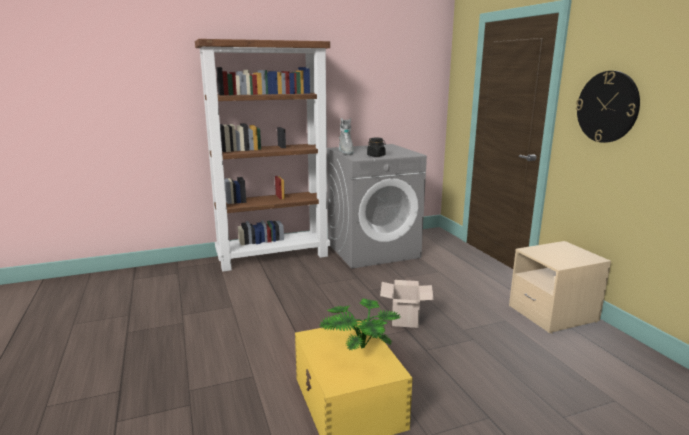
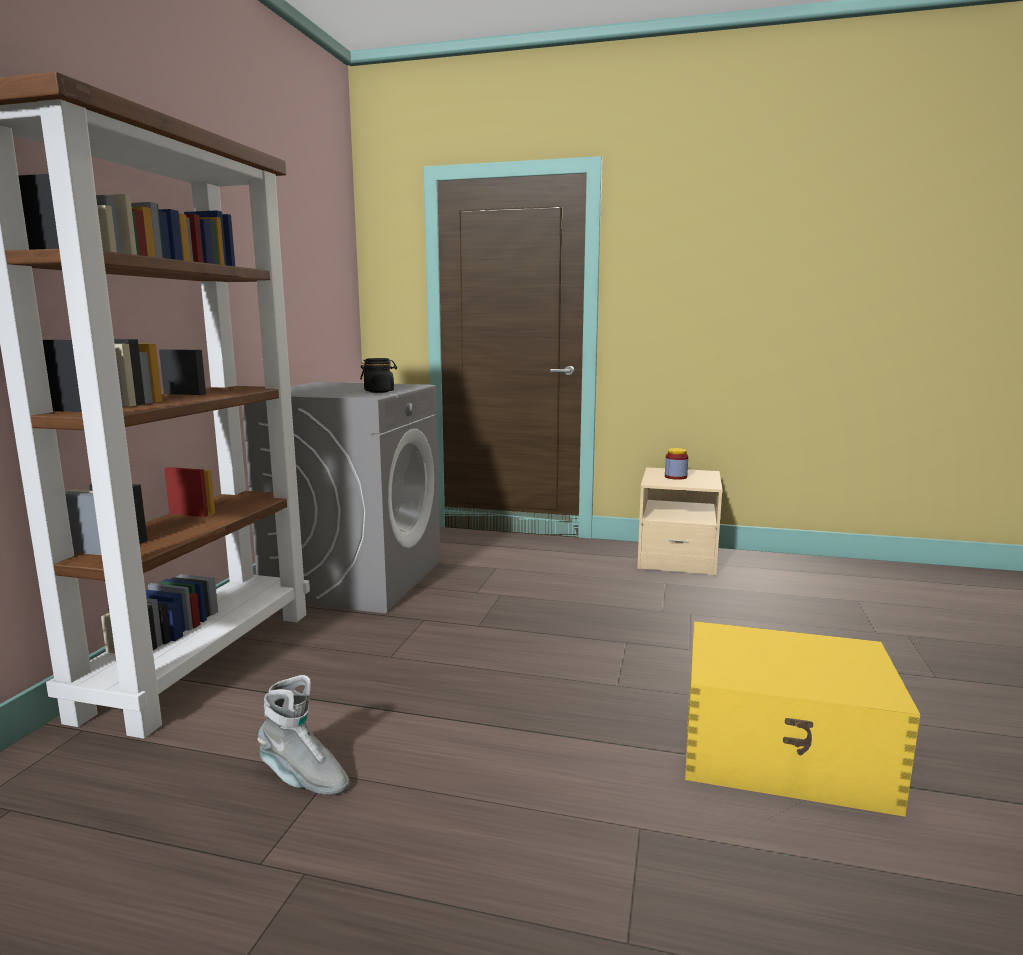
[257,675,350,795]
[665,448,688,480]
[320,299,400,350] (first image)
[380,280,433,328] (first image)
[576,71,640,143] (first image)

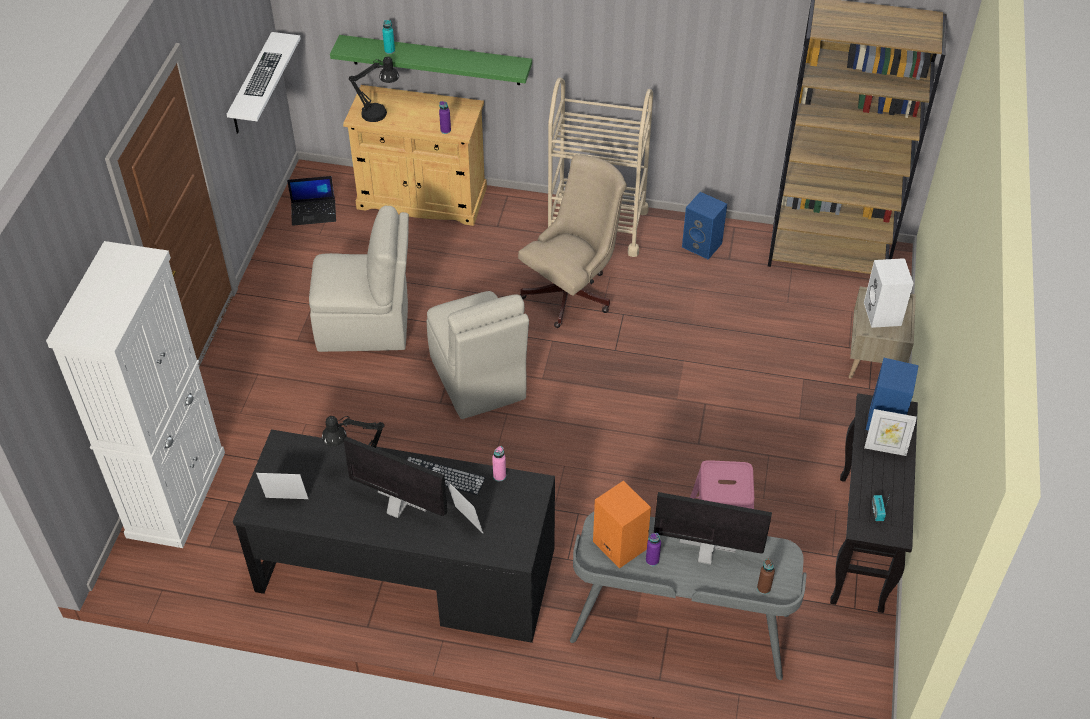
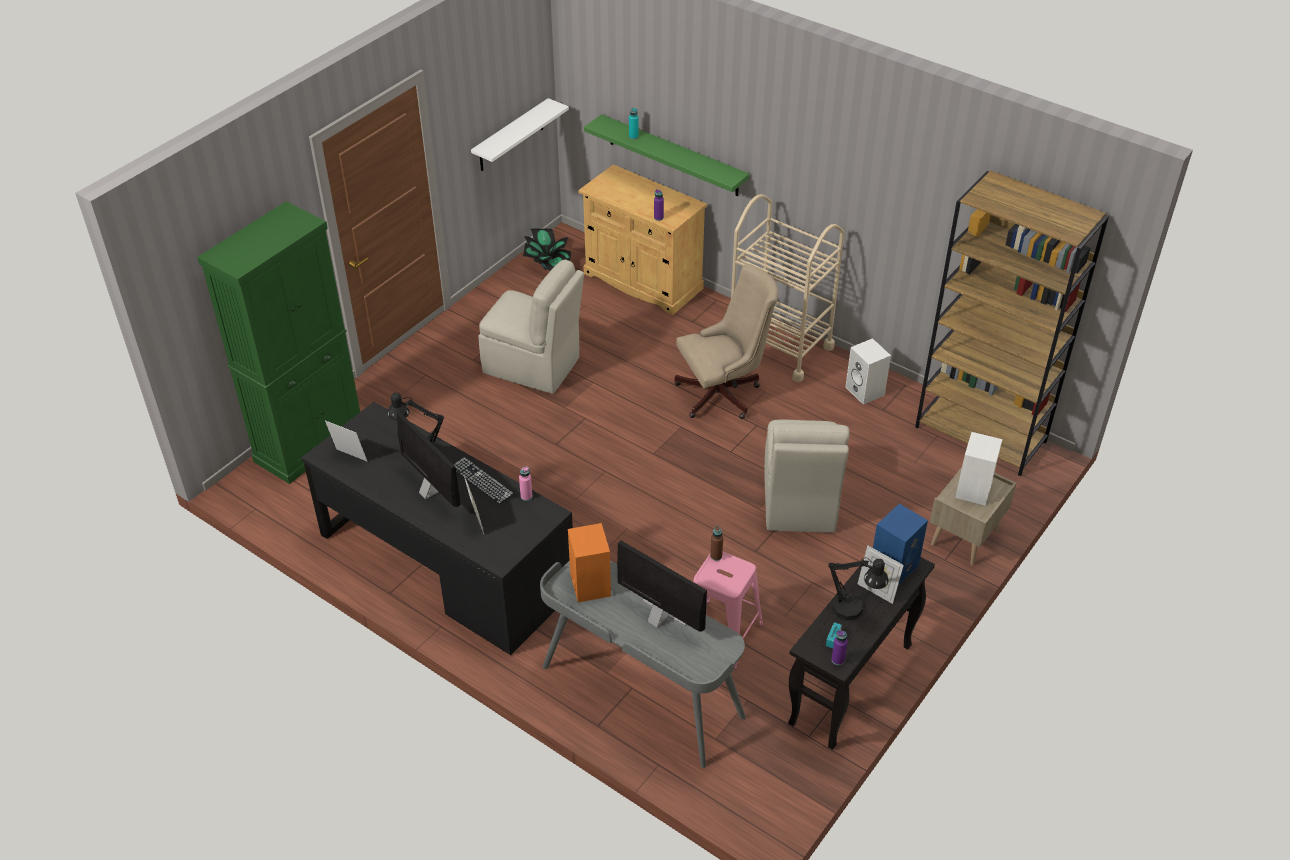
[197,201,360,484]
[523,228,571,271]
[710,526,723,561]
[765,420,850,533]
[828,557,889,620]
[831,630,848,665]
[846,338,891,405]
[244,52,282,97] (first image)

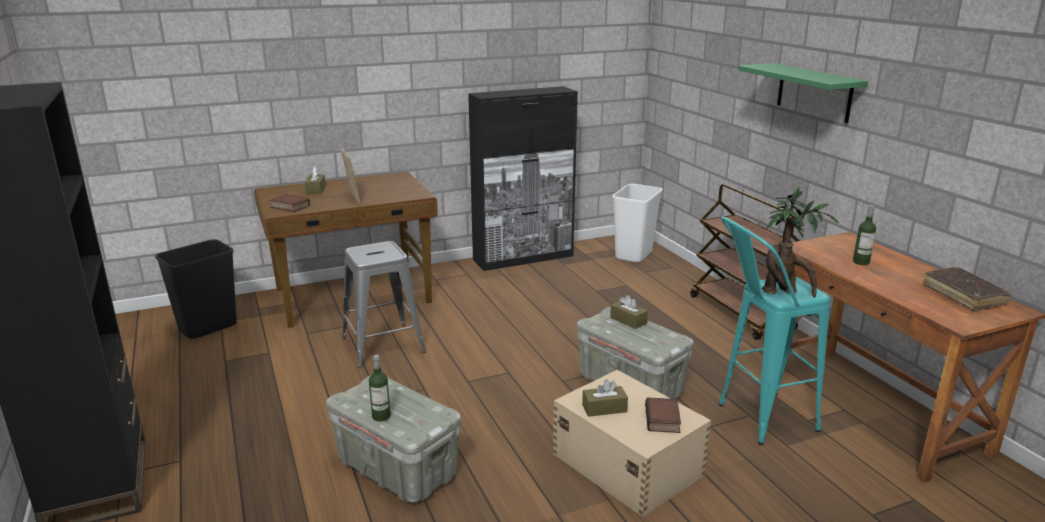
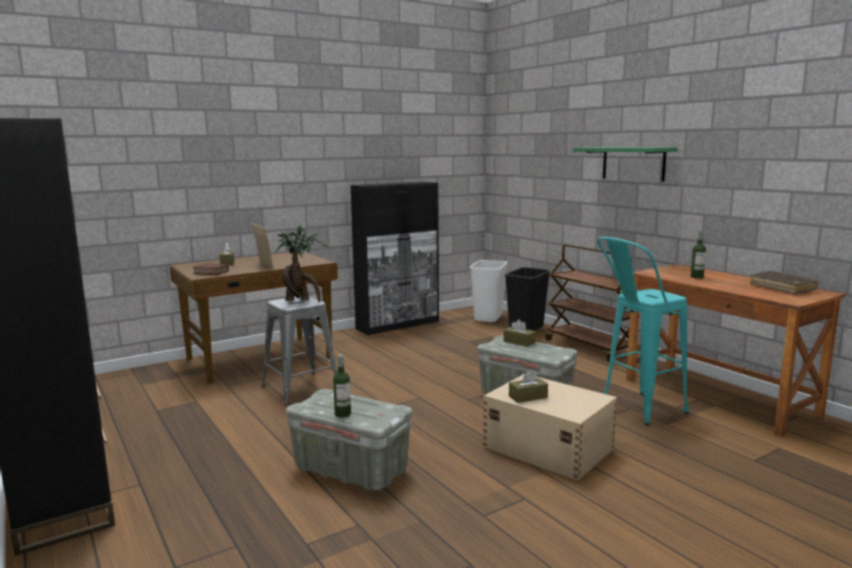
[276,224,327,302]
[505,267,551,331]
[645,397,681,433] (first image)

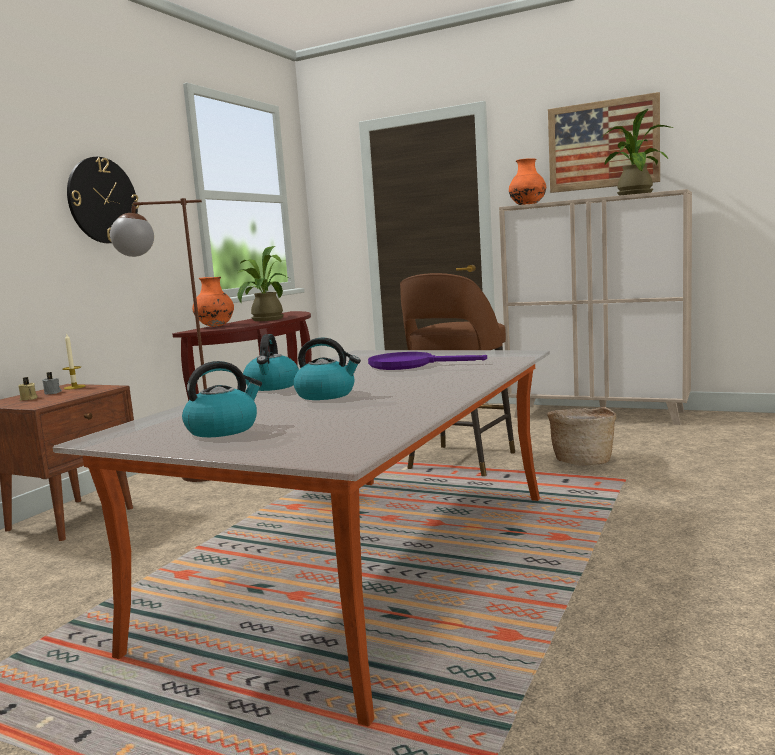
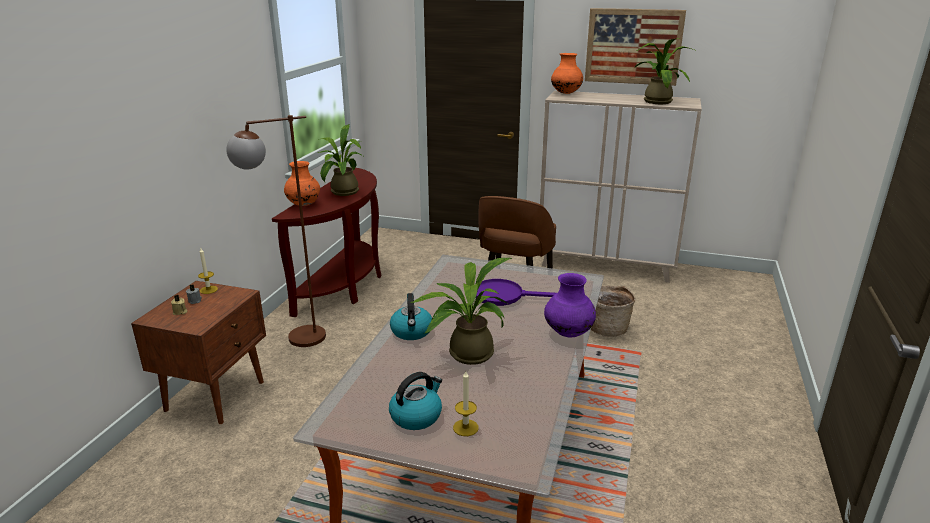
[410,258,512,365]
[453,371,479,436]
[544,273,596,338]
[67,157,139,243] (first image)

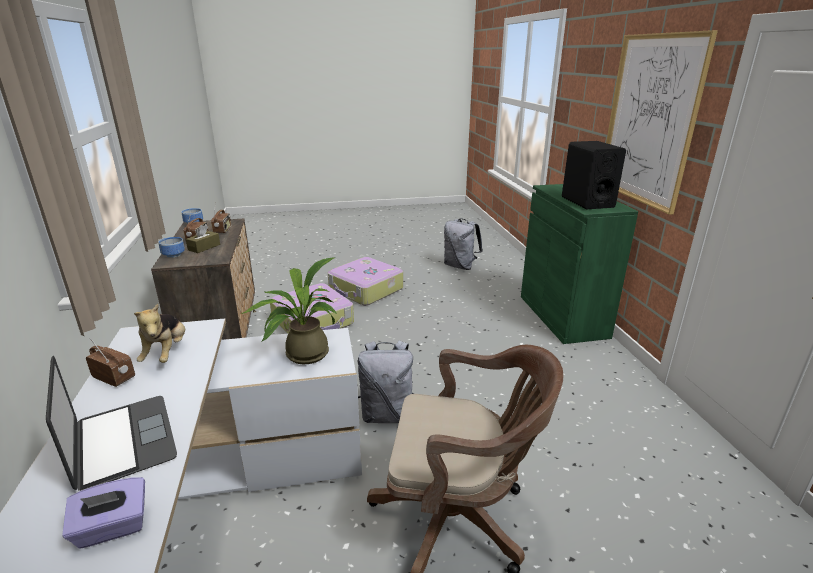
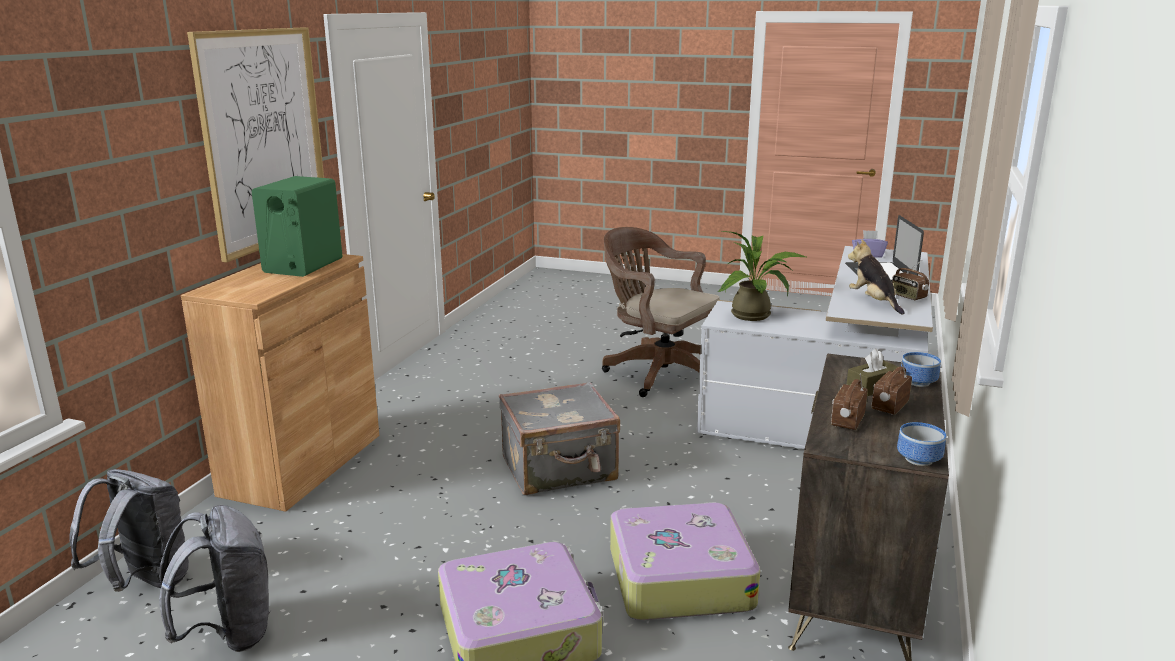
[69,469,189,592]
[181,254,379,512]
[252,176,342,277]
[499,381,620,495]
[848,239,905,315]

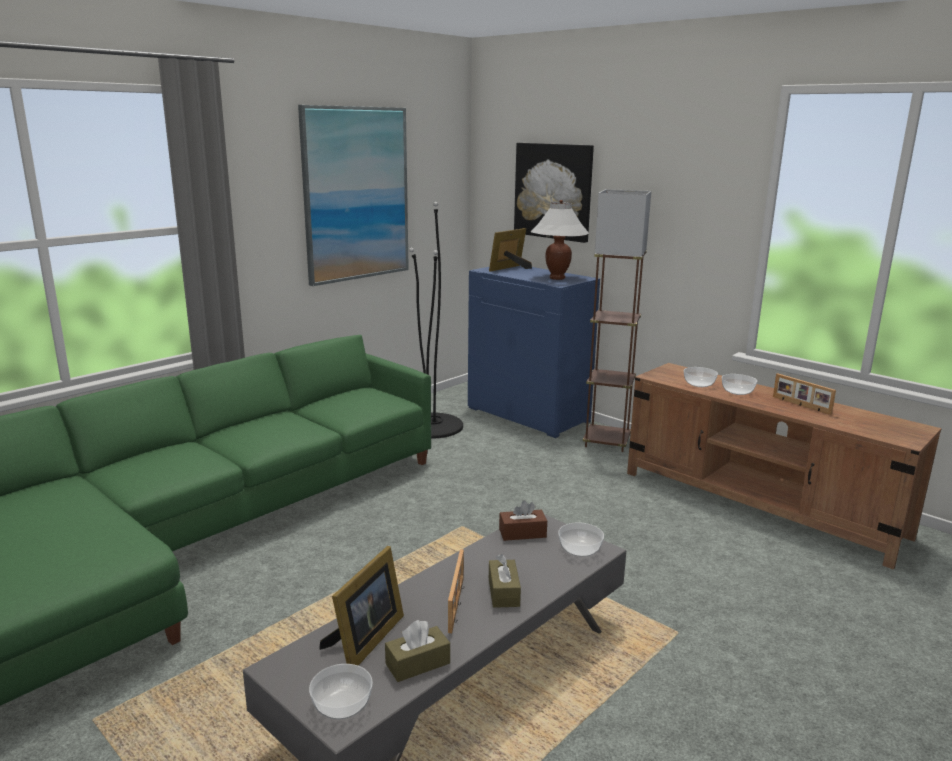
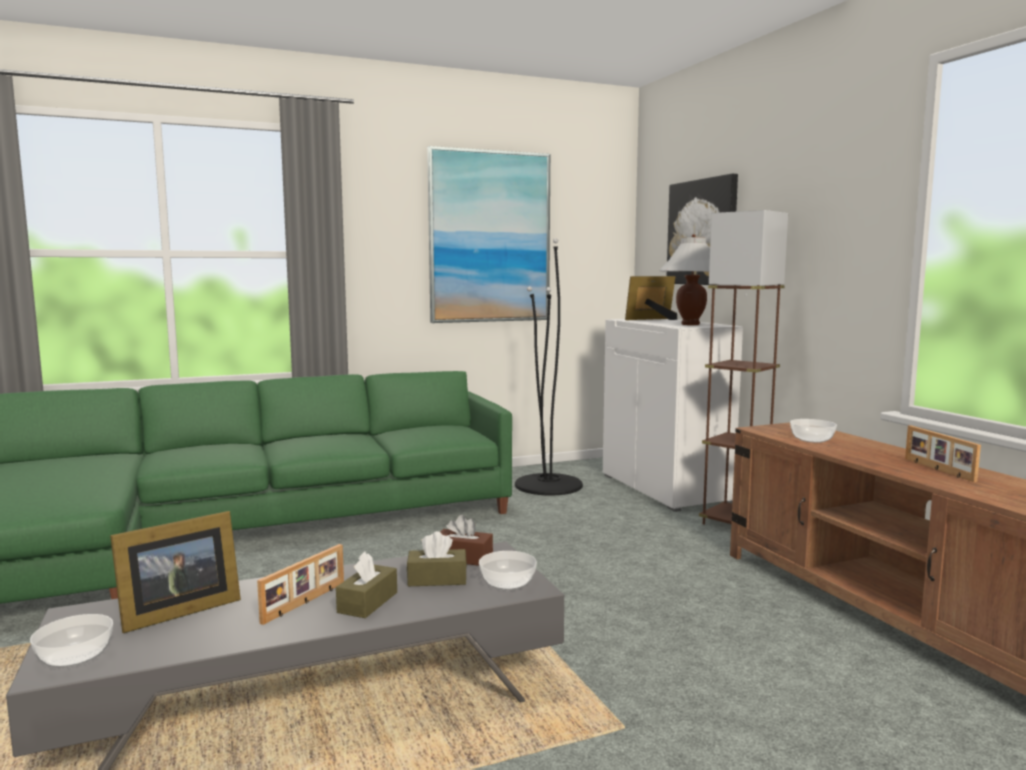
[407,531,467,586]
[603,319,743,512]
[722,374,757,395] (first image)

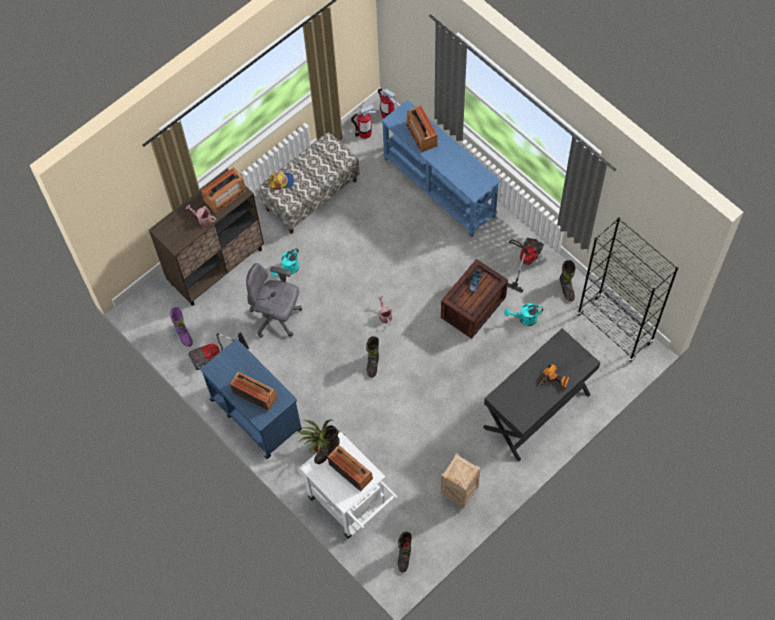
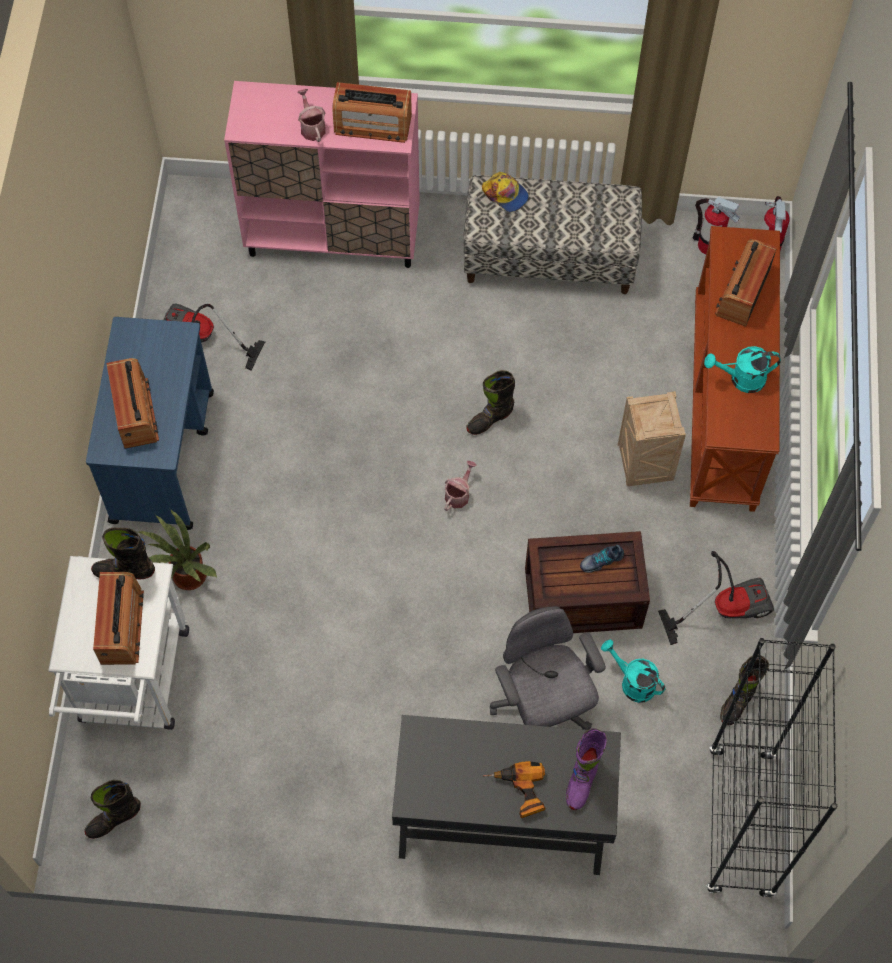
[224,81,420,268]
[466,370,515,435]
[490,607,606,730]
[566,728,607,810]
[618,391,686,486]
[690,226,780,512]
[704,346,781,393]

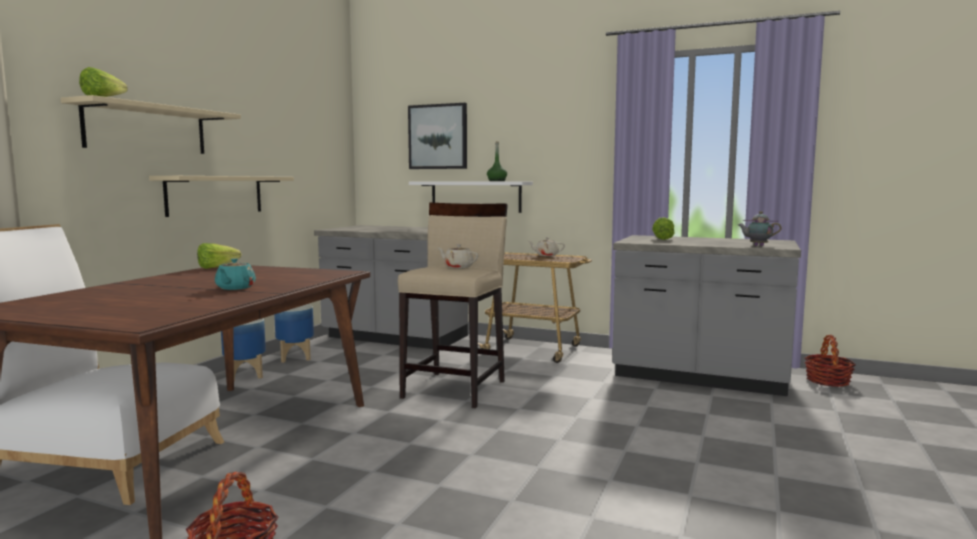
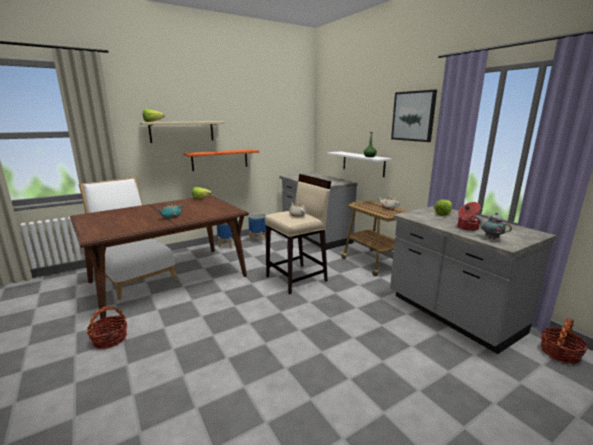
[184,149,259,171]
[391,90,437,142]
[458,202,481,231]

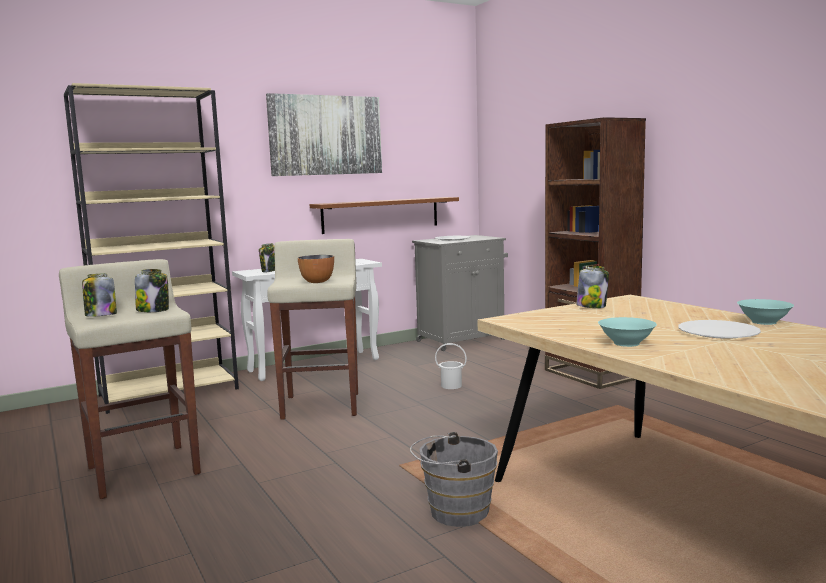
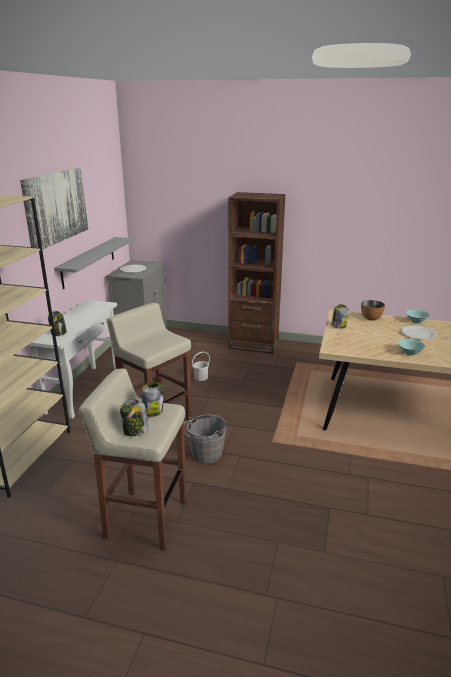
[54,237,133,289]
[184,414,226,463]
[361,300,385,321]

